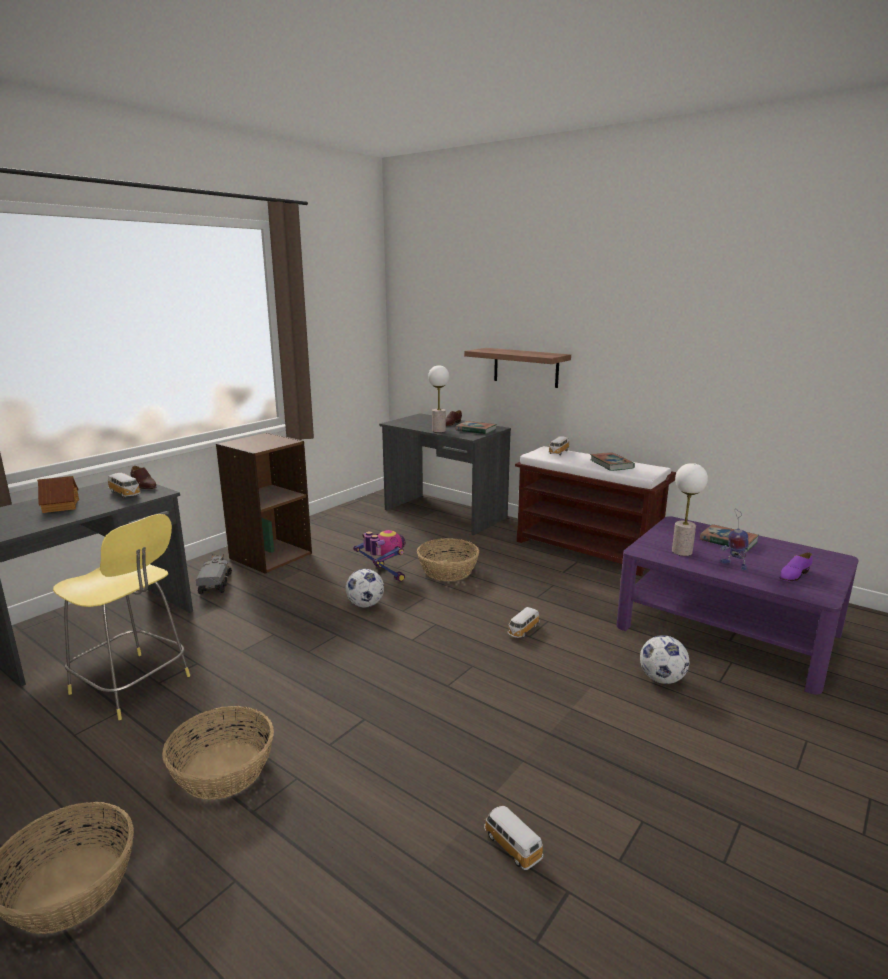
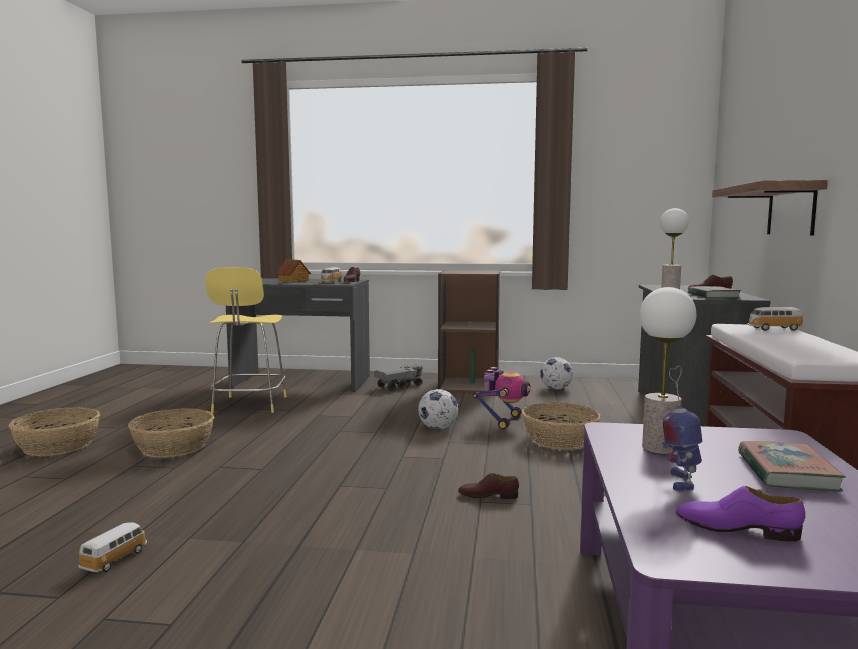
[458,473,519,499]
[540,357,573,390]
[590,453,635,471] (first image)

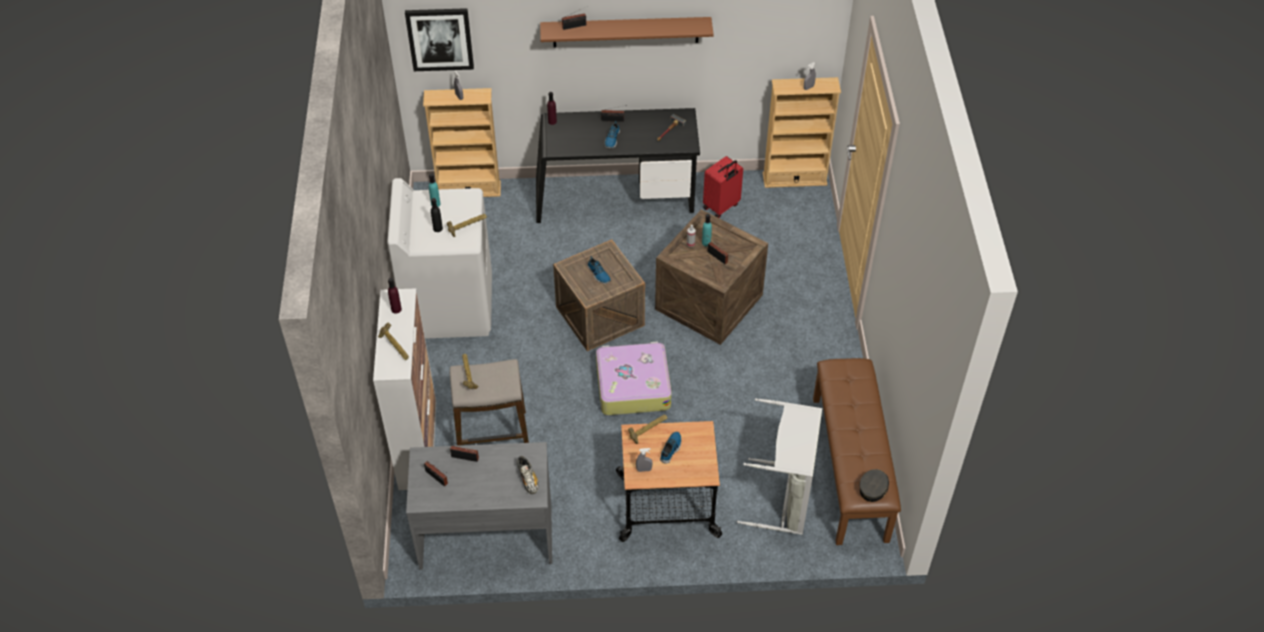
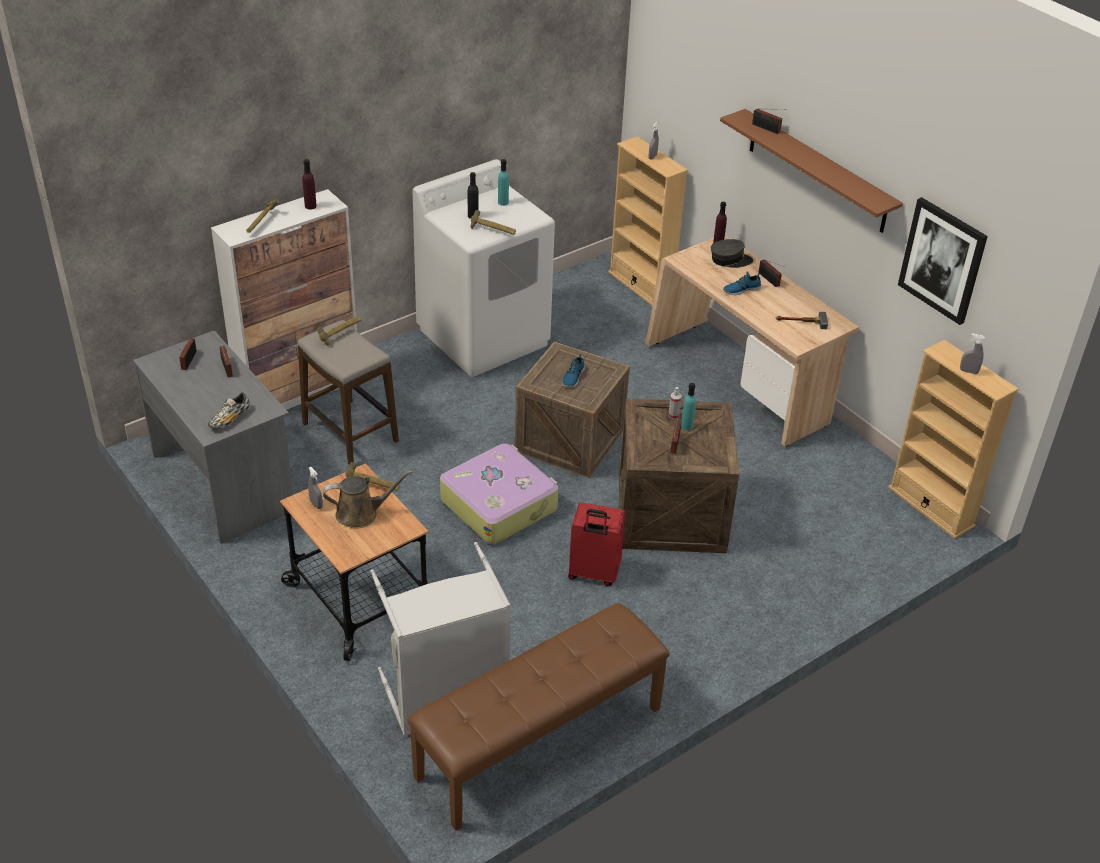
[323,470,413,529]
[568,502,626,586]
[645,235,859,447]
[711,239,753,268]
[898,197,988,325]

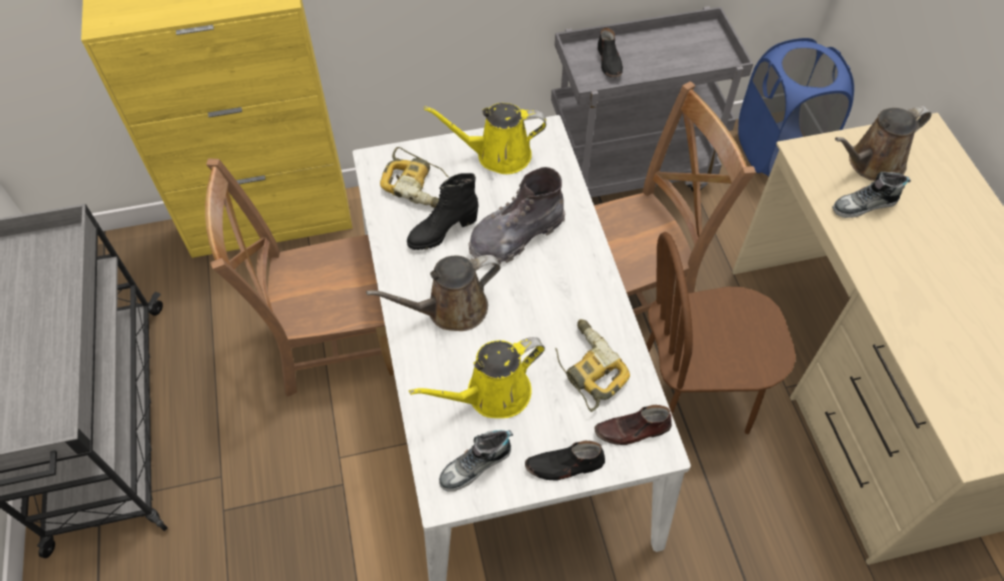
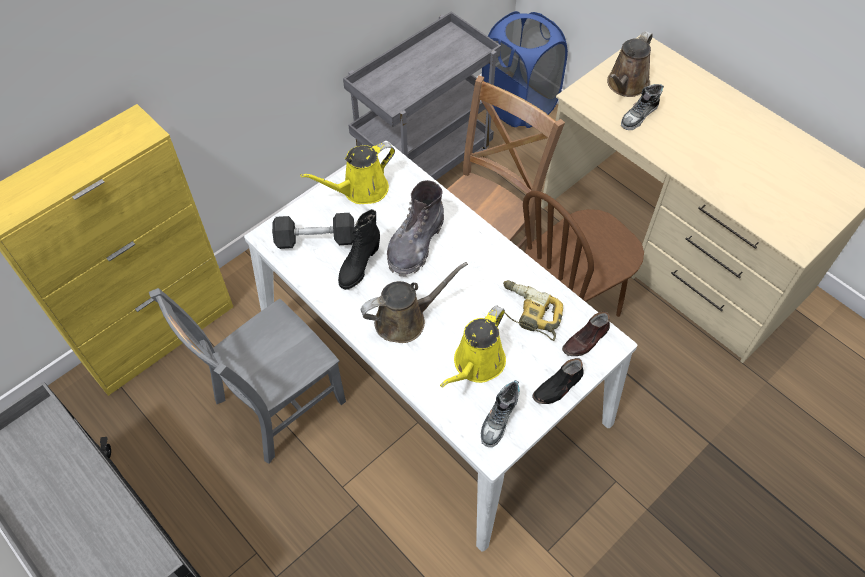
[149,288,346,464]
[272,213,355,249]
[361,262,468,343]
[598,28,623,78] (first image)

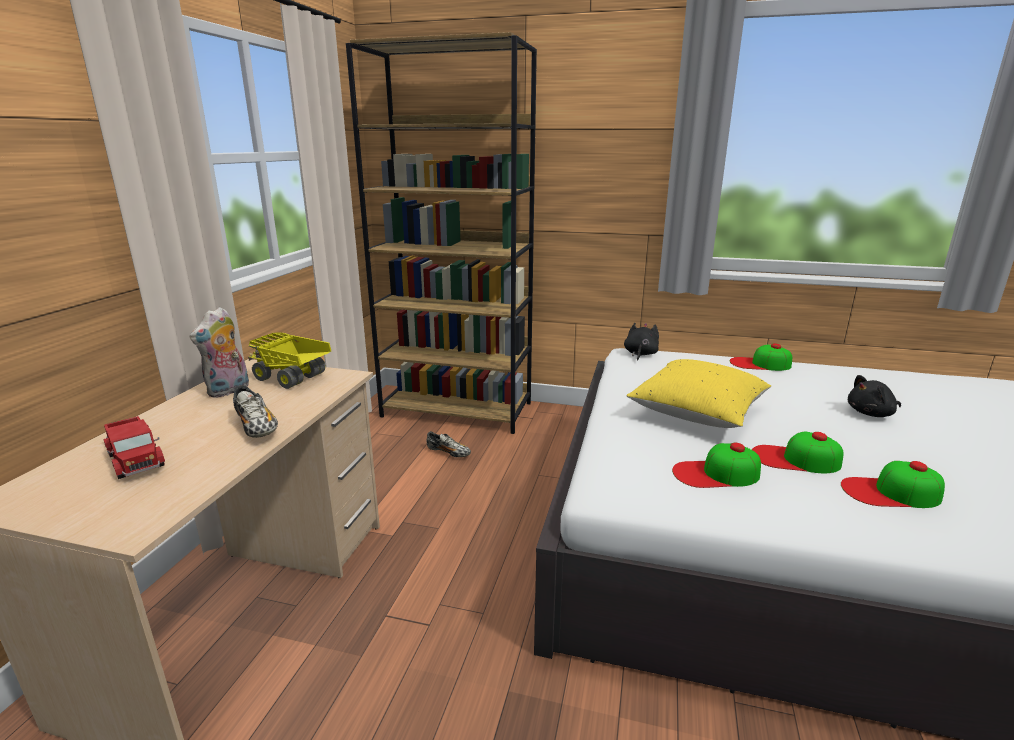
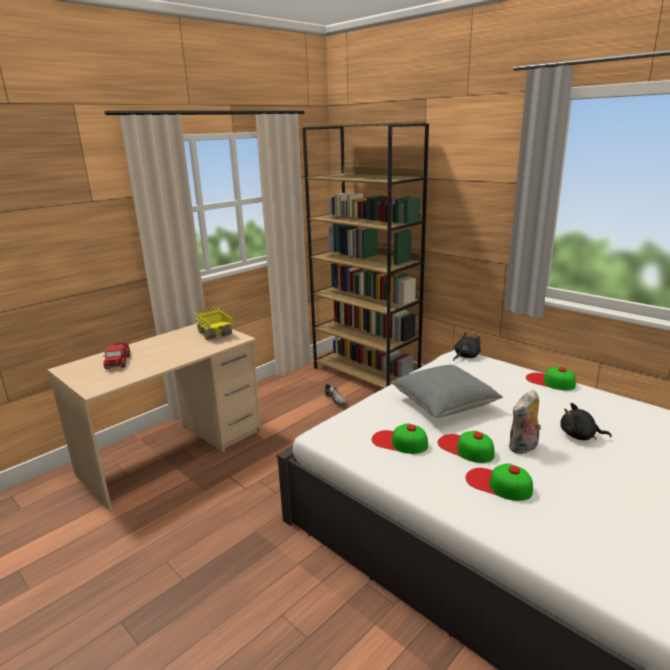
[391,365,503,418]
[508,389,541,454]
[233,385,278,438] (first image)

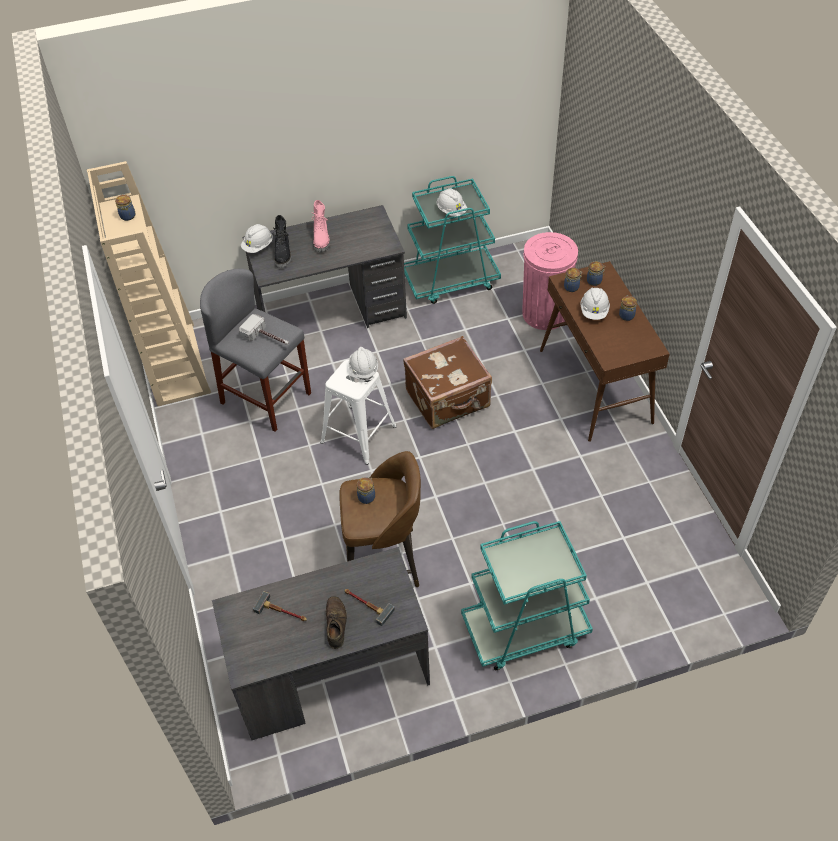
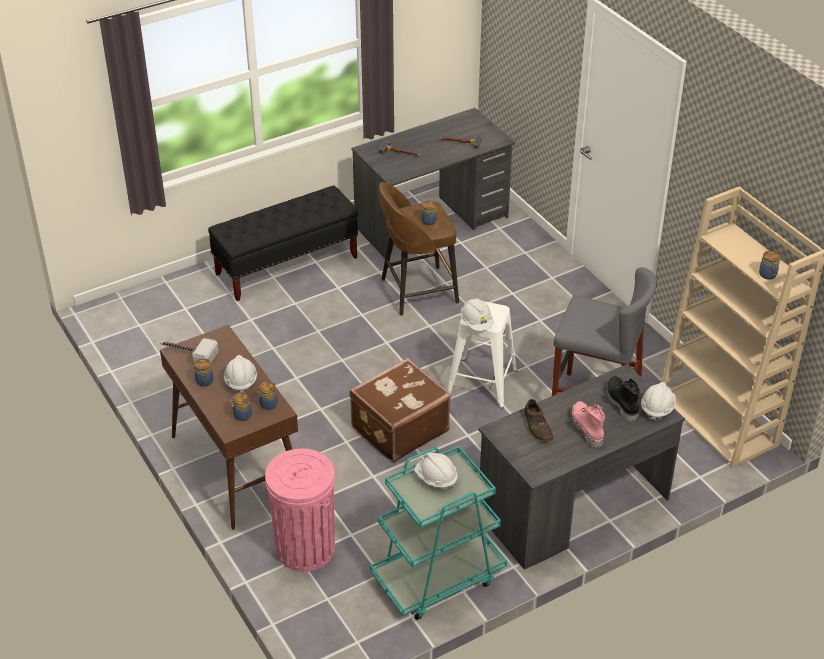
[160,338,219,363]
[208,185,358,301]
[524,399,553,442]

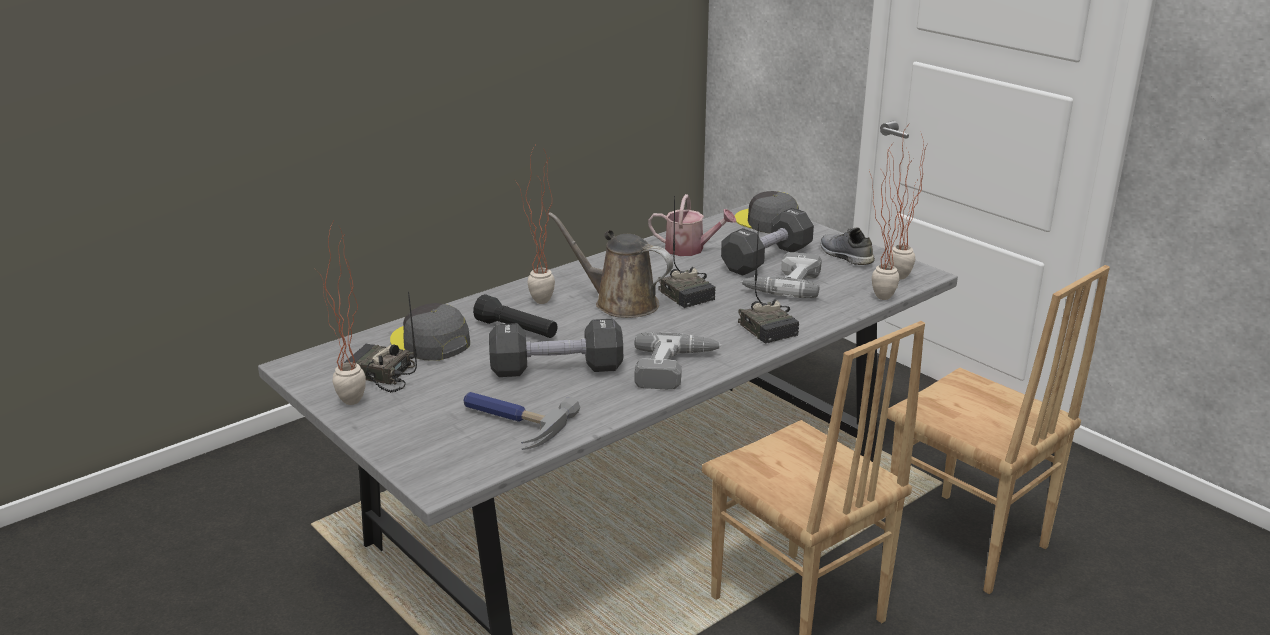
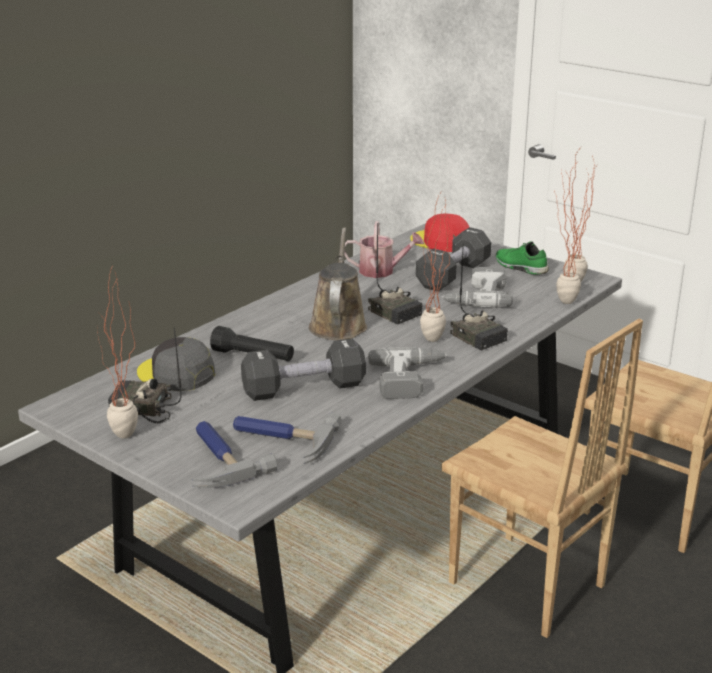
[192,421,278,488]
[309,228,367,340]
[410,213,469,252]
[420,191,450,342]
[496,241,549,275]

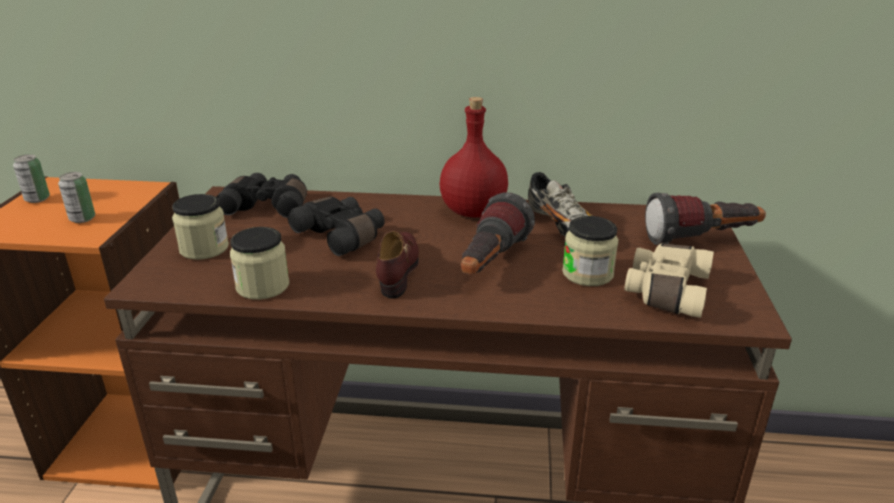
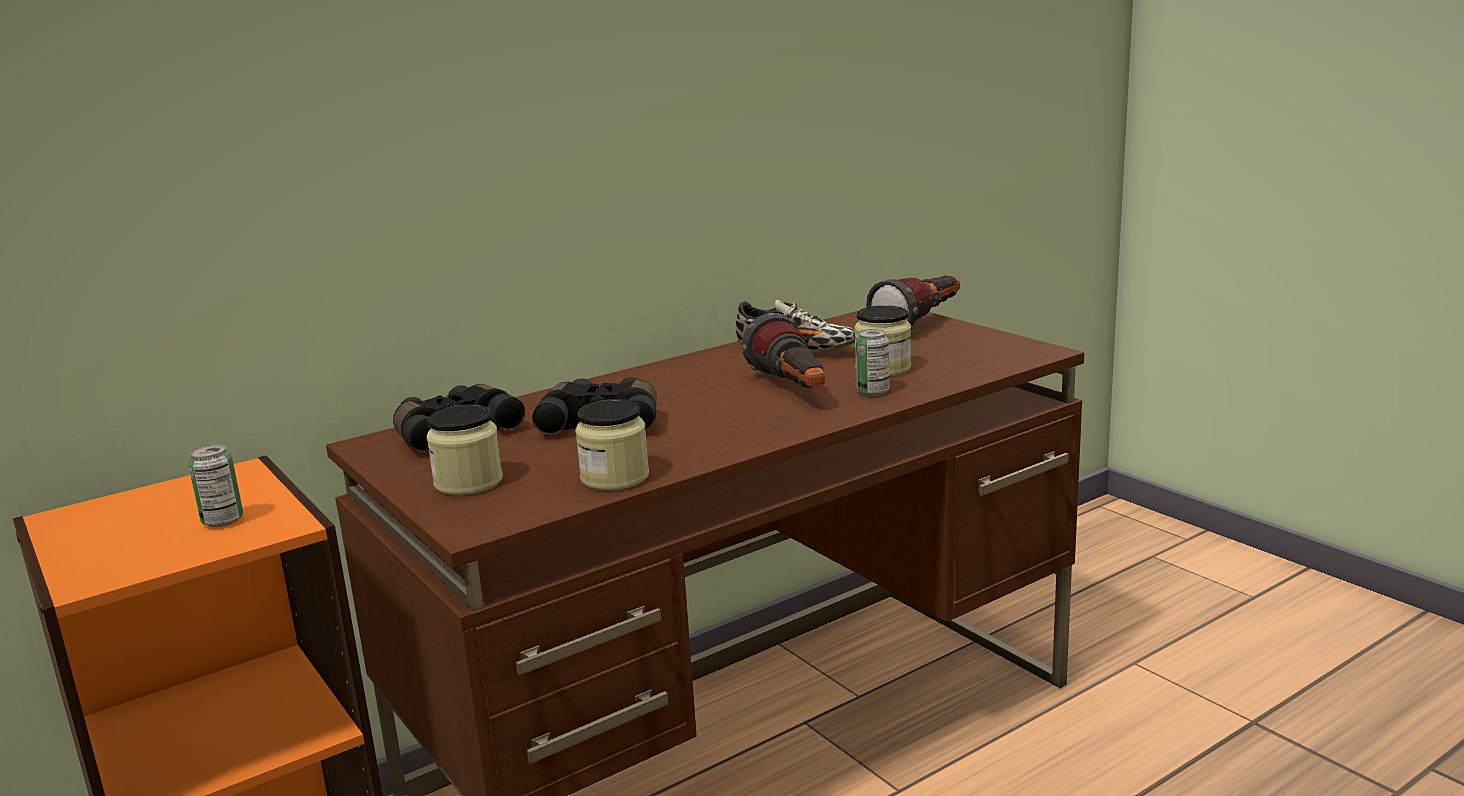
[856,329,889,396]
[376,230,419,299] (first image)
[440,97,508,218] (first image)
[624,243,714,318] (first image)

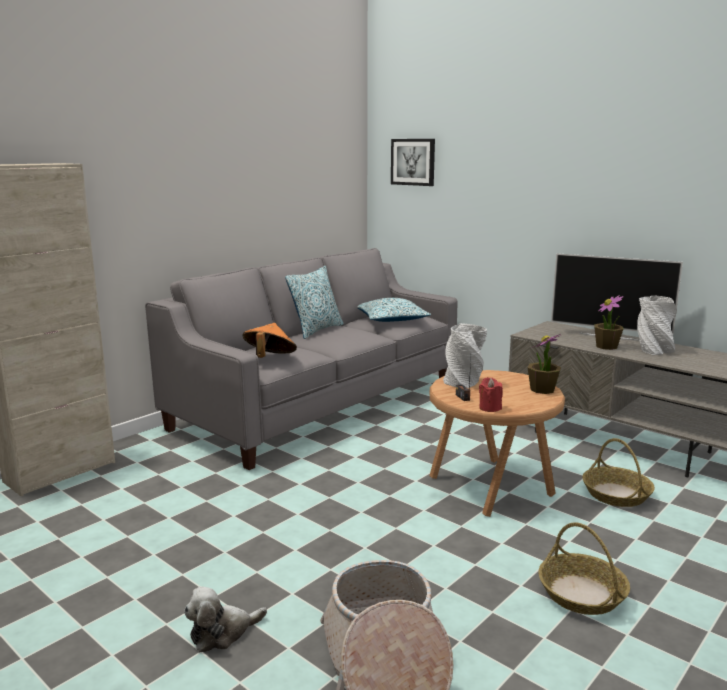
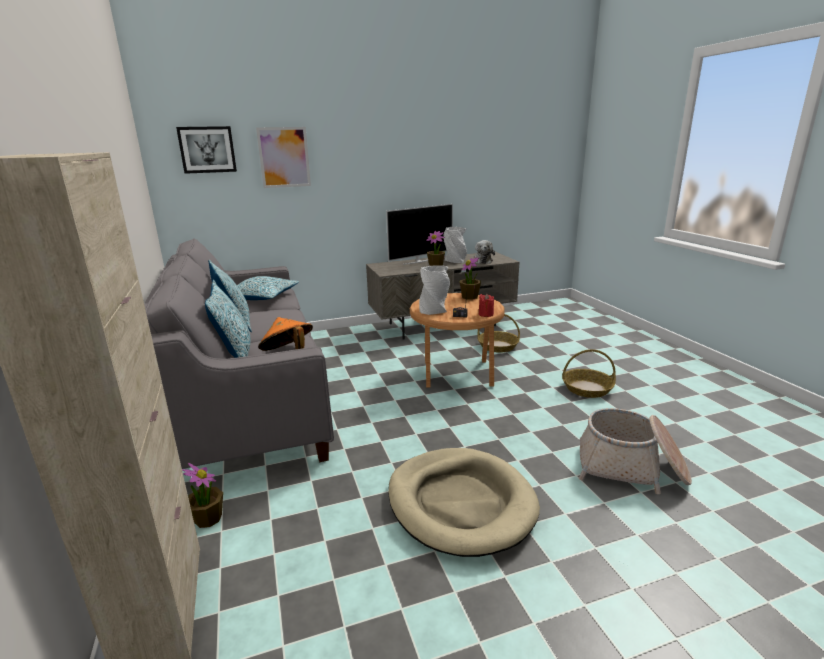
[182,463,223,528]
[205,280,251,358]
[256,127,311,188]
[388,448,540,557]
[474,240,495,264]

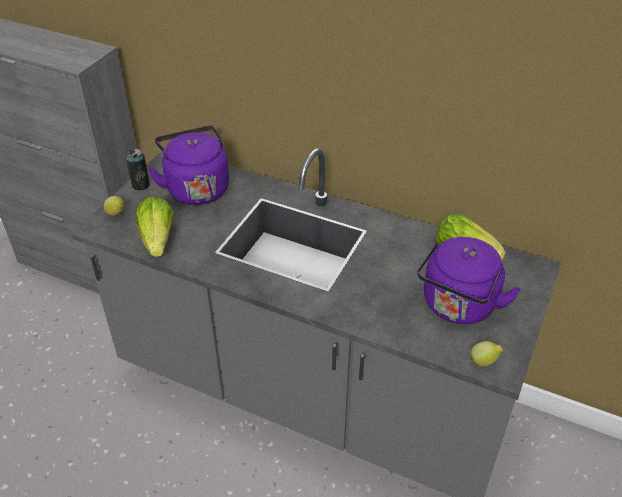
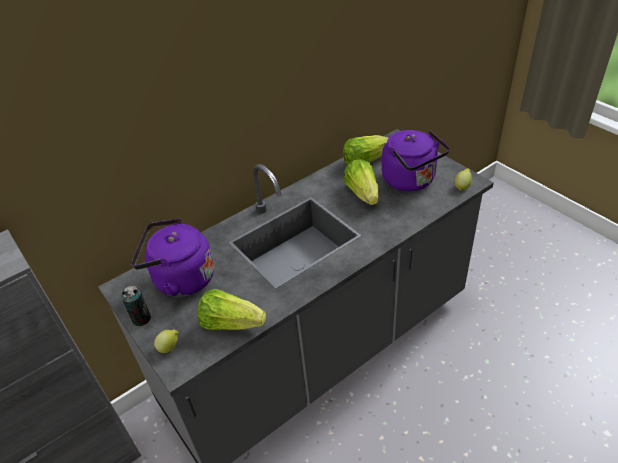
[344,159,379,205]

